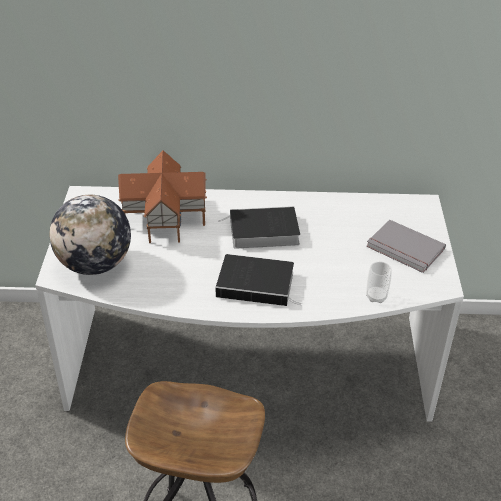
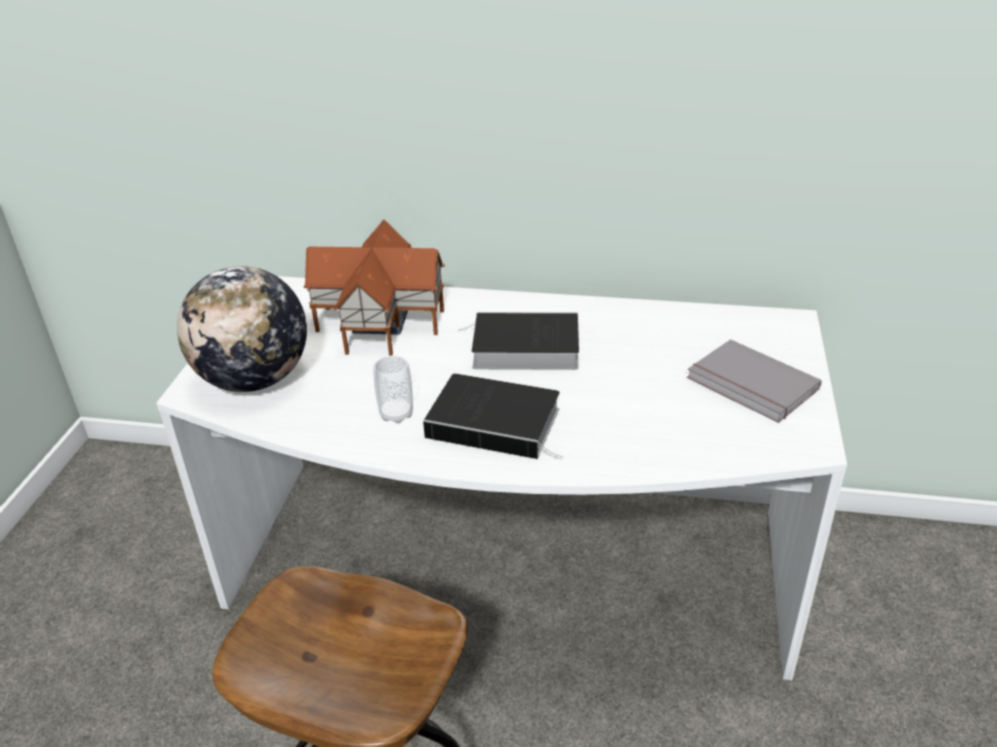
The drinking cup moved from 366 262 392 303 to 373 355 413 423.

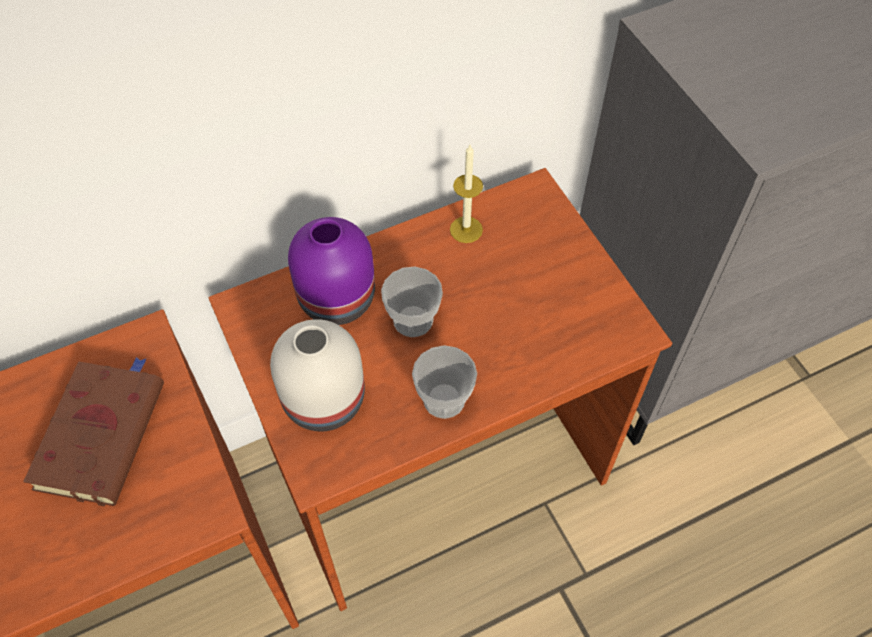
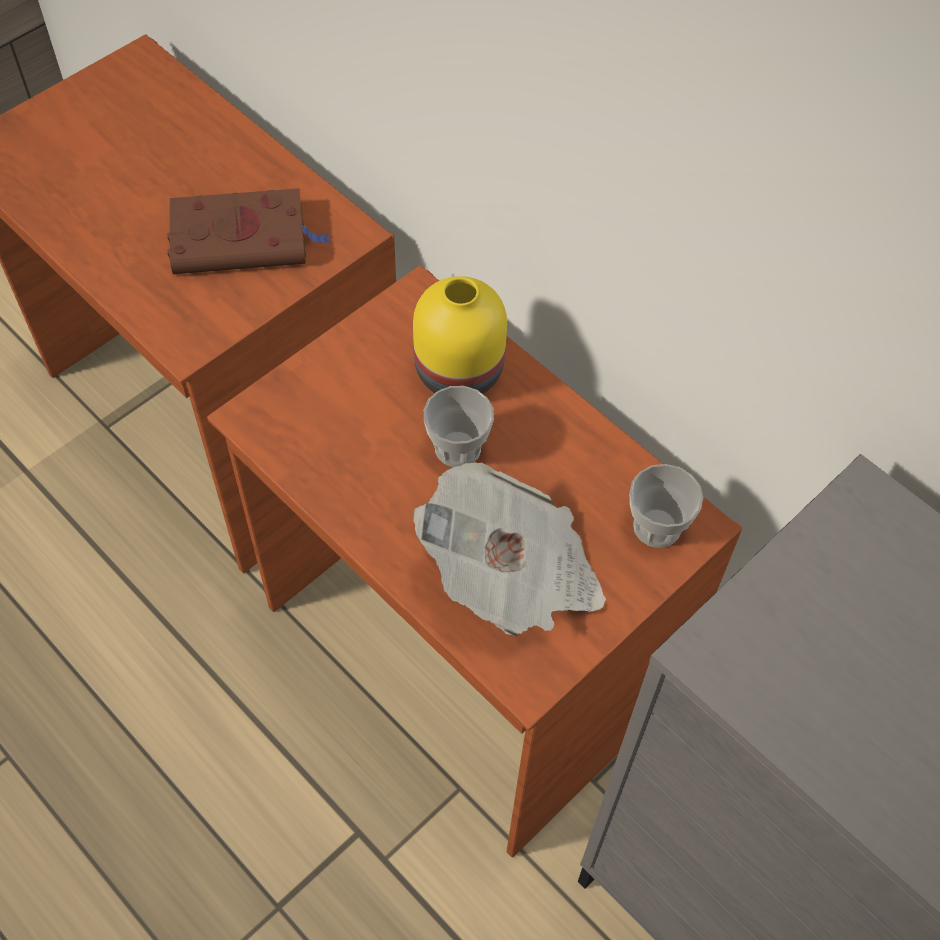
The purple decorative vase at 288 217 375 325 became the yellowish decorative vase at 413 276 507 394. The daily paper at 413 462 606 636 appeared. The drinking cup moved from 412 345 477 419 to 630 464 703 548. The white-coloured decorative vase at 270 319 365 431 disappeared. The wax candle at 450 145 483 243 disappeared.

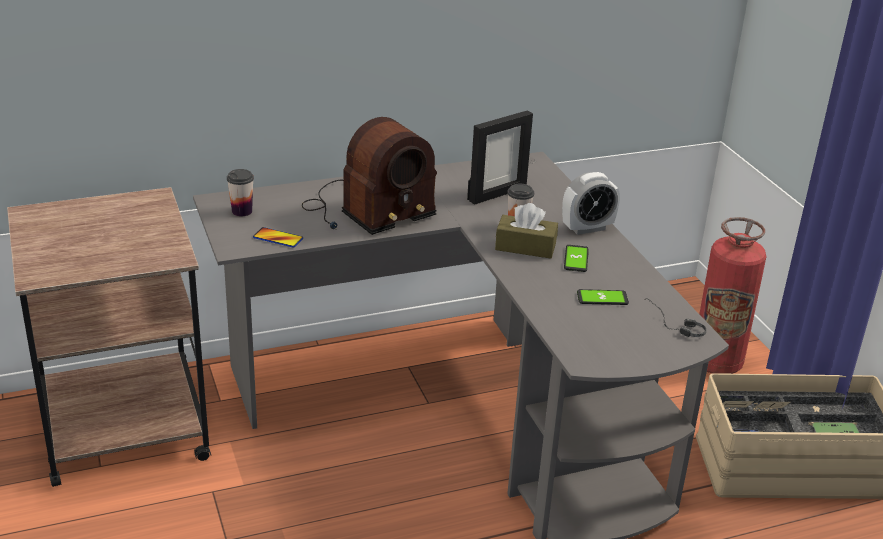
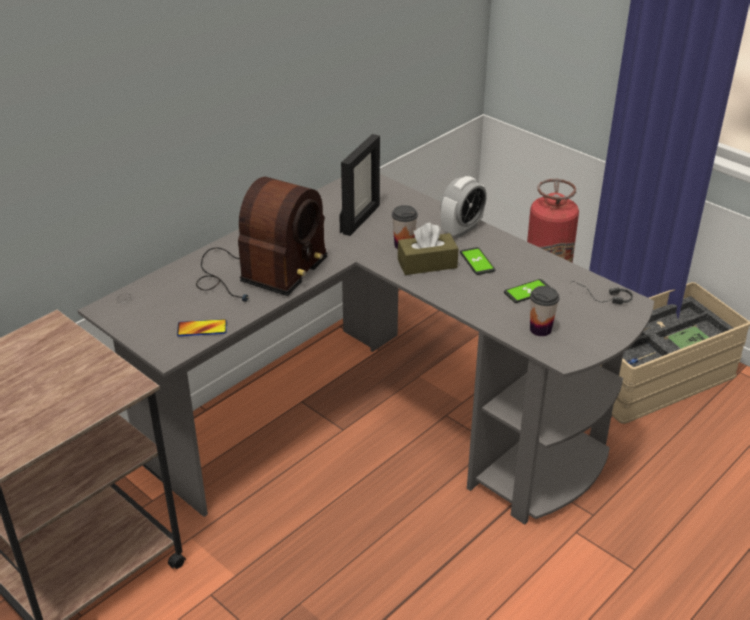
The drinking cup moved from 227 169 254 216 to 530 286 560 336.

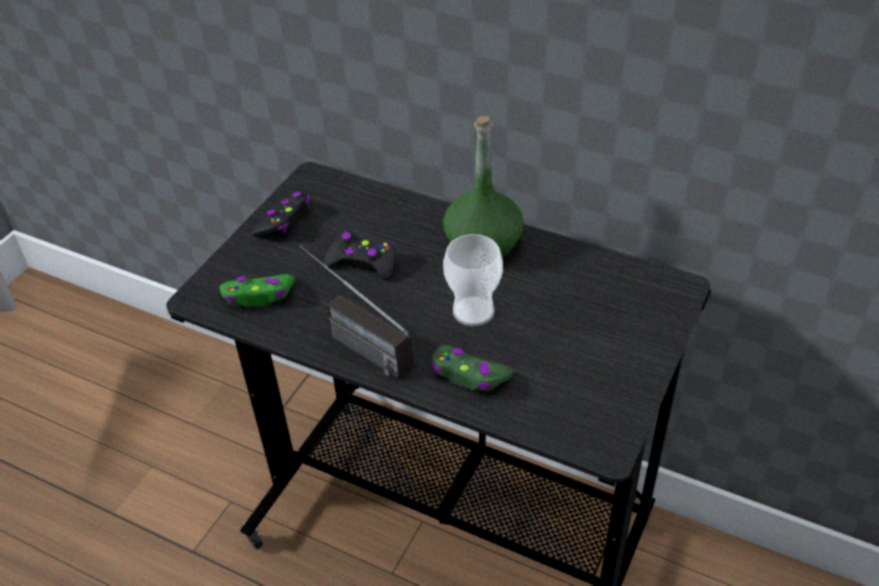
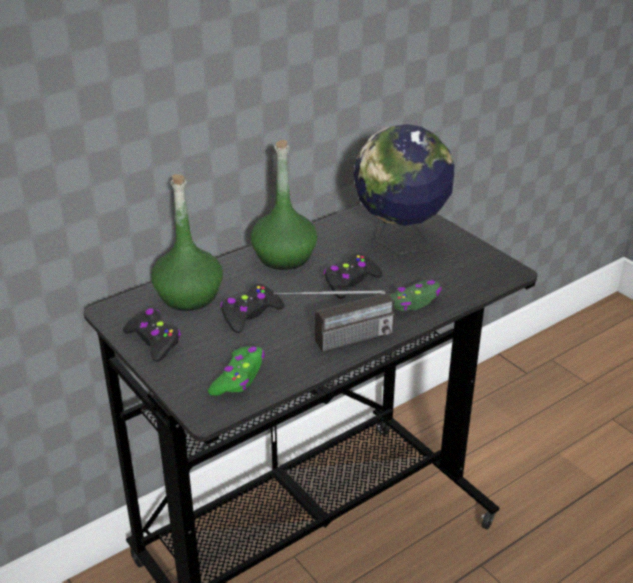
The green bottle at 151 174 223 311 appeared. The drinking cup at 443 234 503 326 was replaced by the black joypad at 324 253 383 299. The desk globe at 354 124 454 255 appeared.

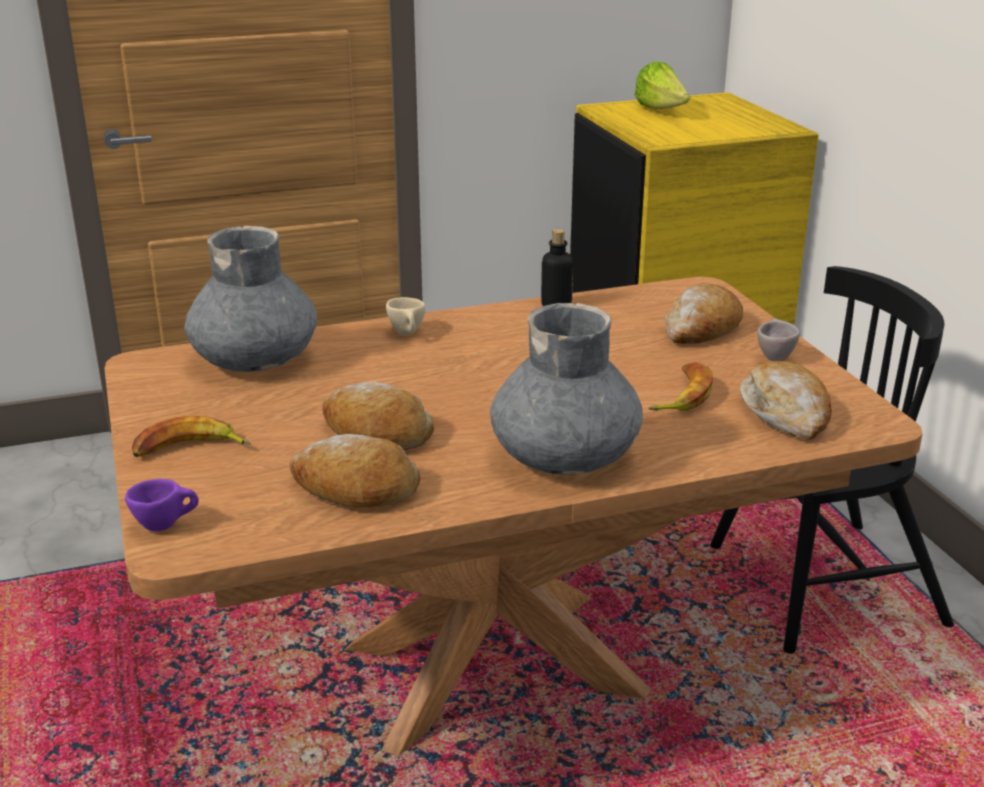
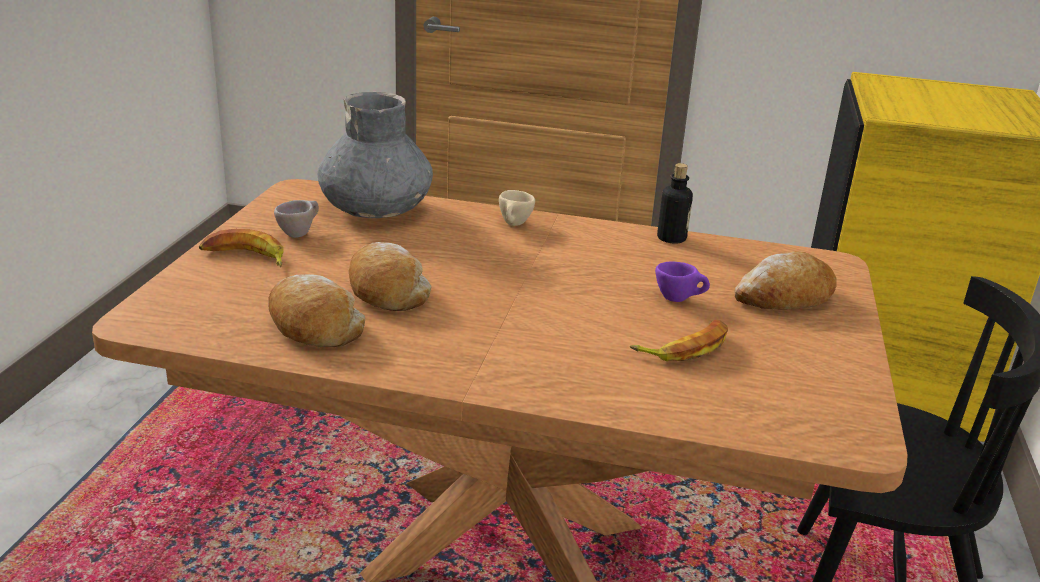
The sand-coloured drinking cup moved from 757 319 800 361 to 274 200 319 238. The purple drinking cup moved from 125 479 199 531 to 655 261 710 302. The grey decorative vase at 490 303 643 475 disappeared. The lettuce at 635 62 690 109 disappeared. The baked bread at 740 361 832 440 disappeared.

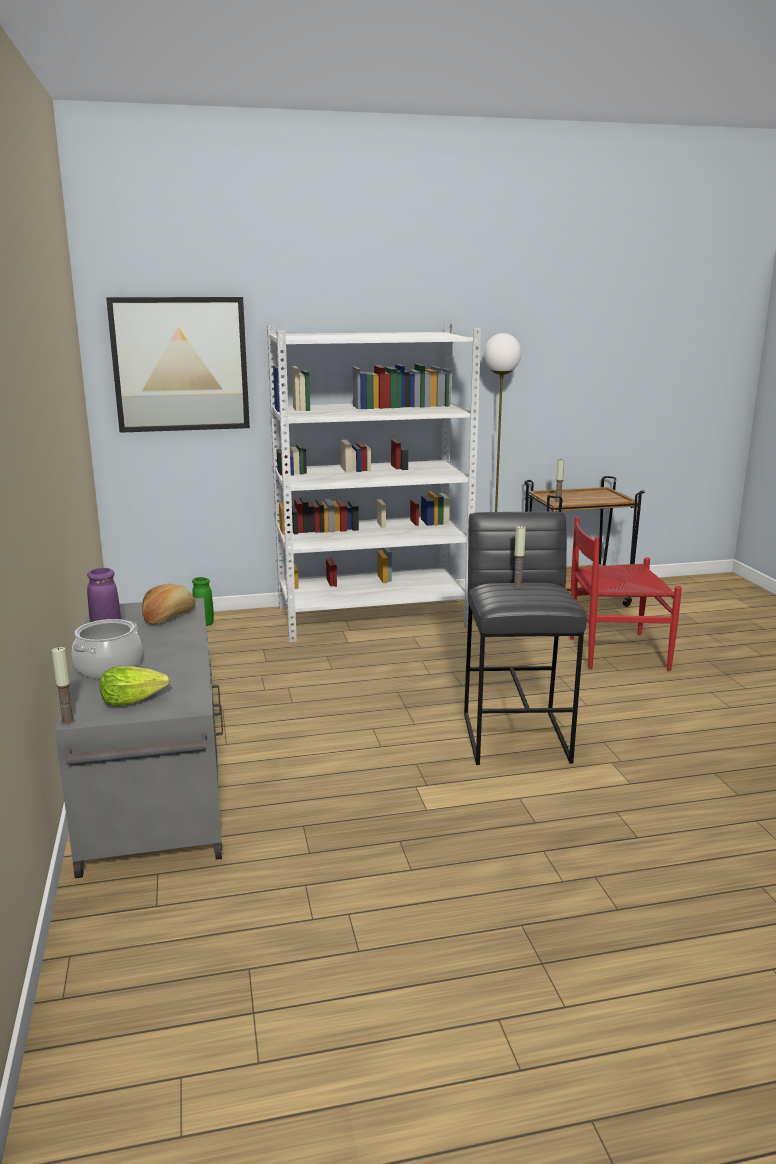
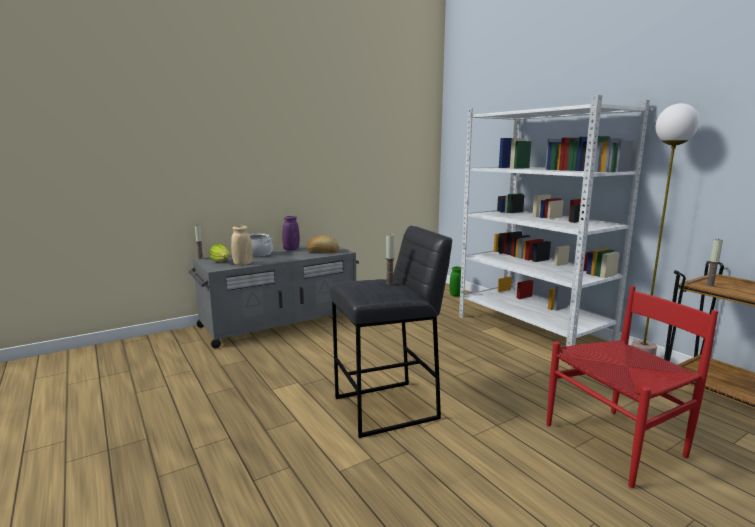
The sand-coloured decorative vase at 231 226 252 265 appeared. The reddish chair at 570 517 682 671 turned 90 degrees clockwise. The wall picture at 106 297 250 433 disappeared.

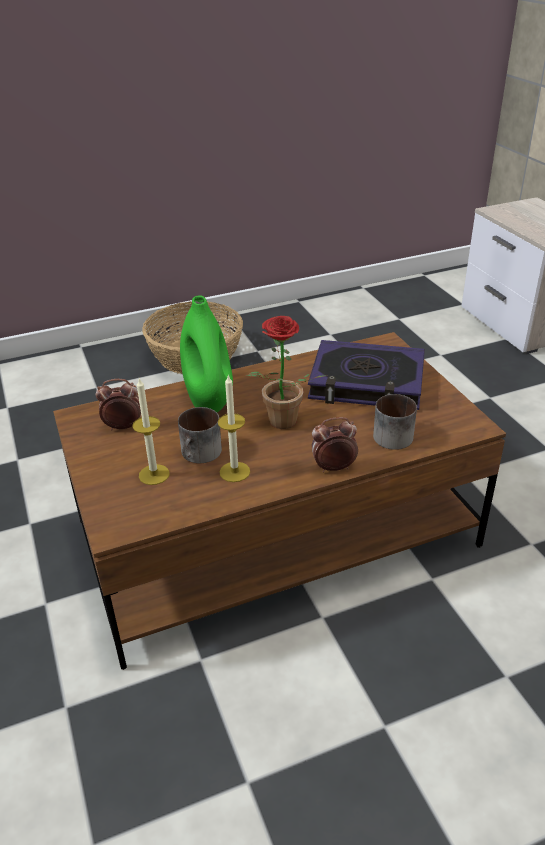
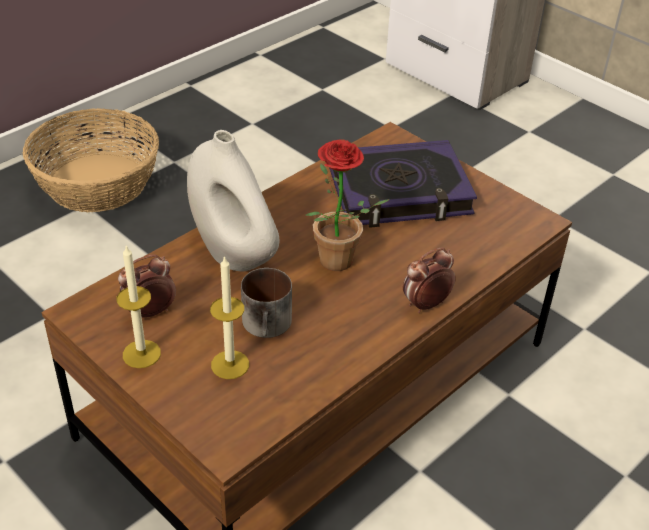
The wax candle moved from 218 374 250 482 to 117 245 161 368. The green decorative vase at 180 295 233 412 became the white-coloured decorative vase at 187 130 279 271. The mug at 373 394 417 450 disappeared.

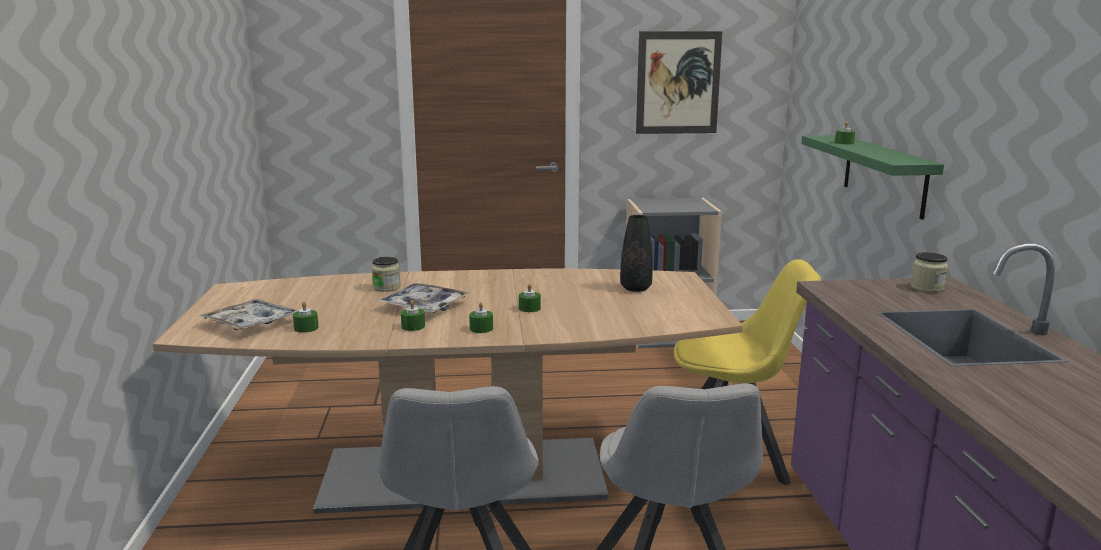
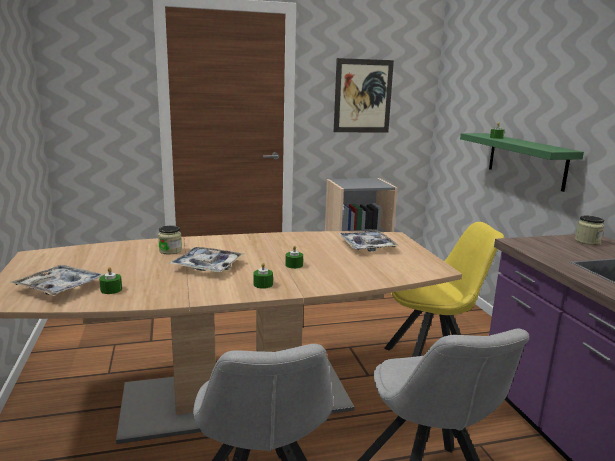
The black decorative vase at 620 215 653 292 was replaced by the carrying tray at 339 230 399 252. The green wax candle at 401 300 425 331 disappeared.

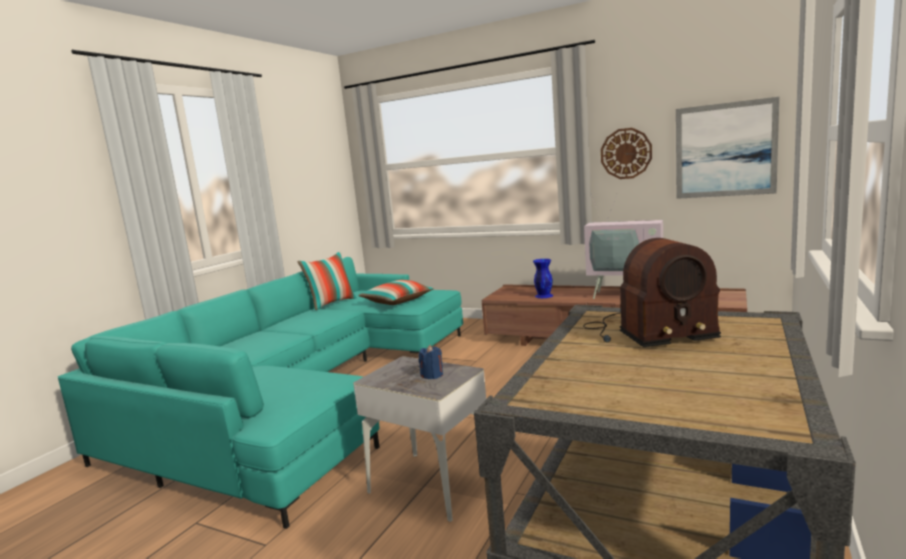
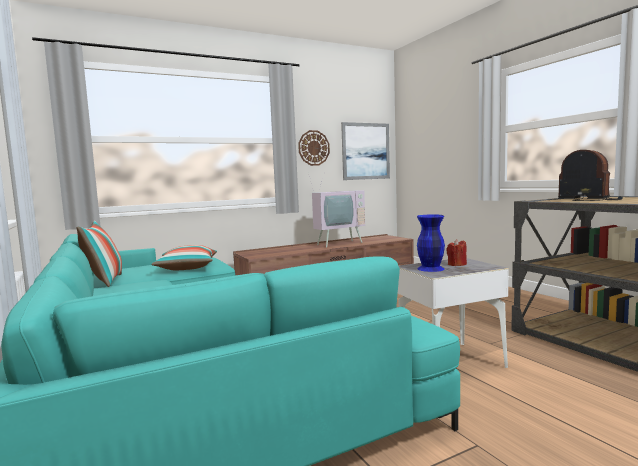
The bluish decorative vase moved from 533 259 553 298 to 417 214 445 272. The bluish wax candle at 418 345 443 379 became the reddish wax candle at 446 239 467 266. The radio at 583 238 721 347 turned 75 degrees counterclockwise.

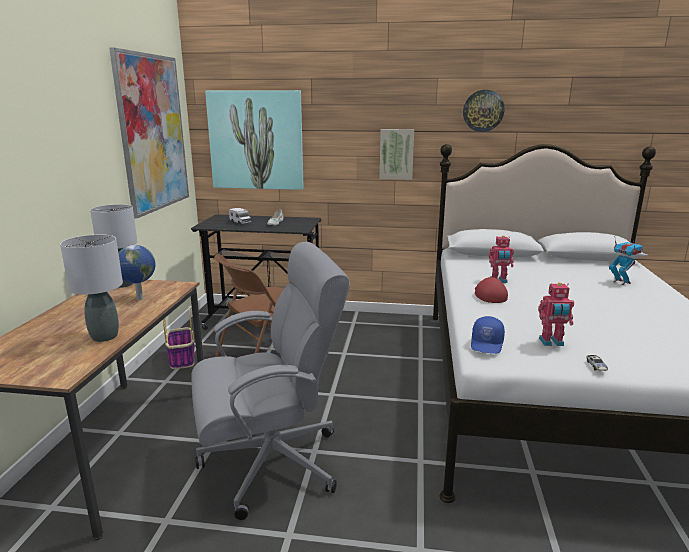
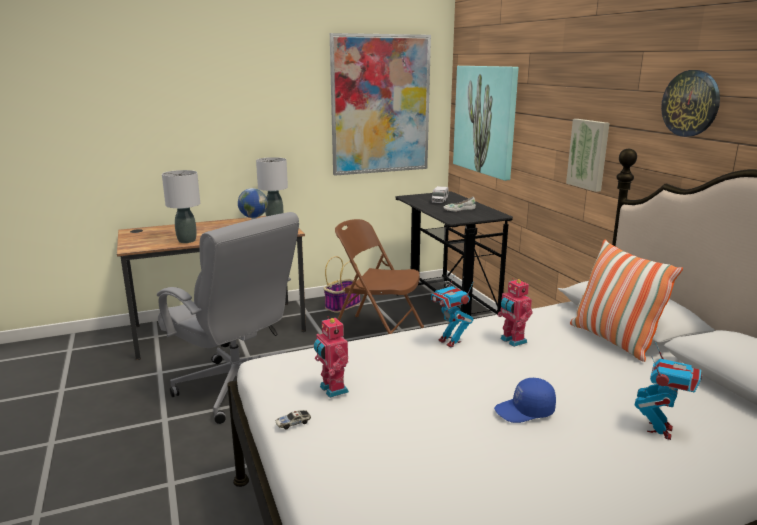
The reddish cap at 475 277 508 303 was replaced by the toy robot at 431 274 474 348. The bluish cap moved from 471 316 505 354 to 494 378 556 423. The pillow at 570 239 683 362 appeared.

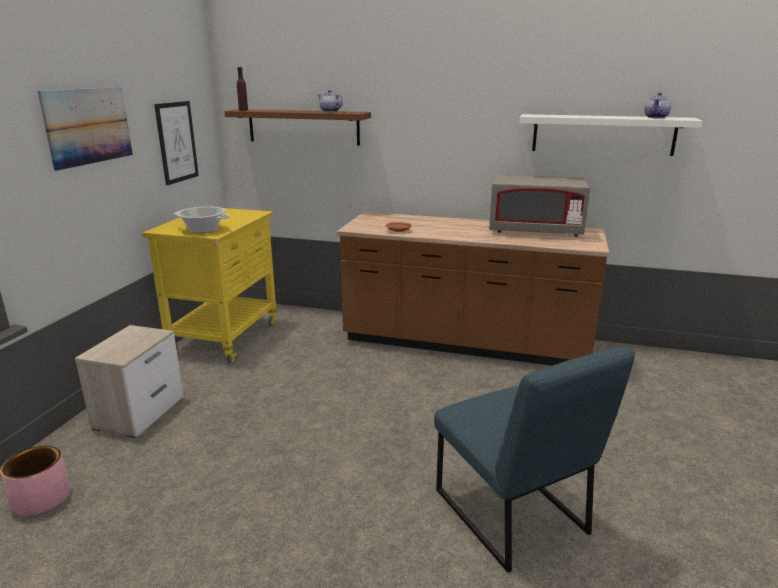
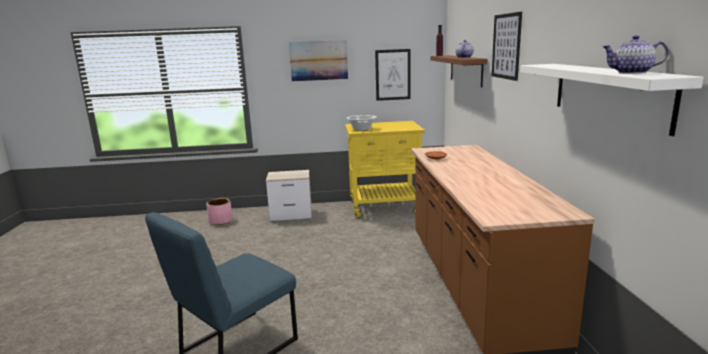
The wall picture at 492 12 522 81 appeared. The grey microwave at 489 175 590 237 disappeared.

